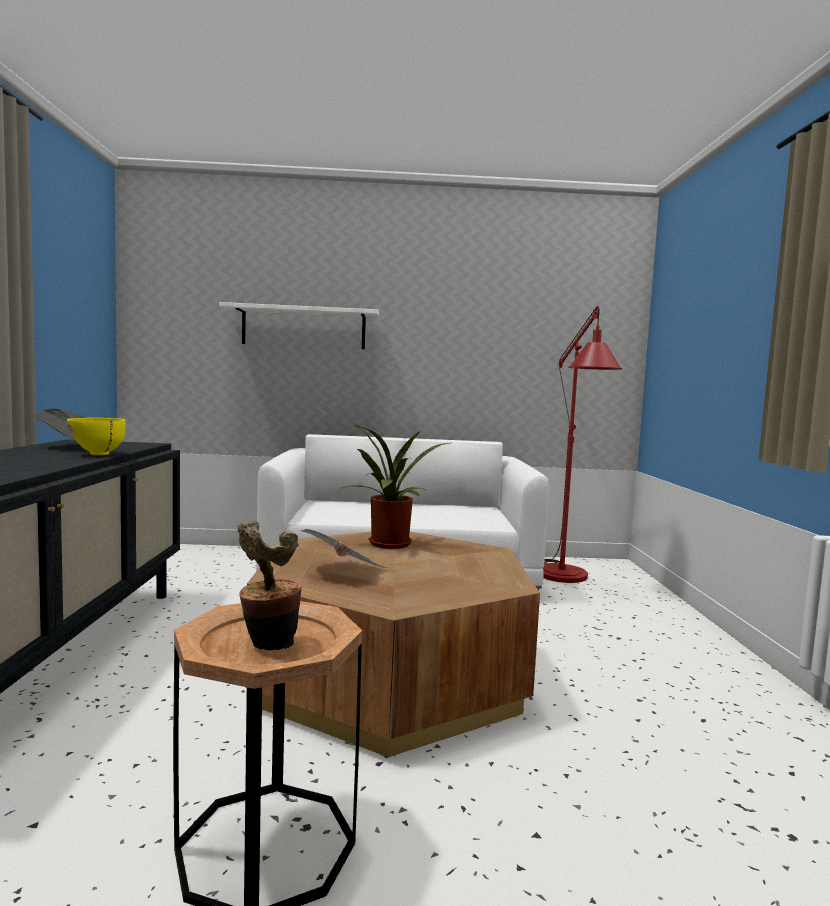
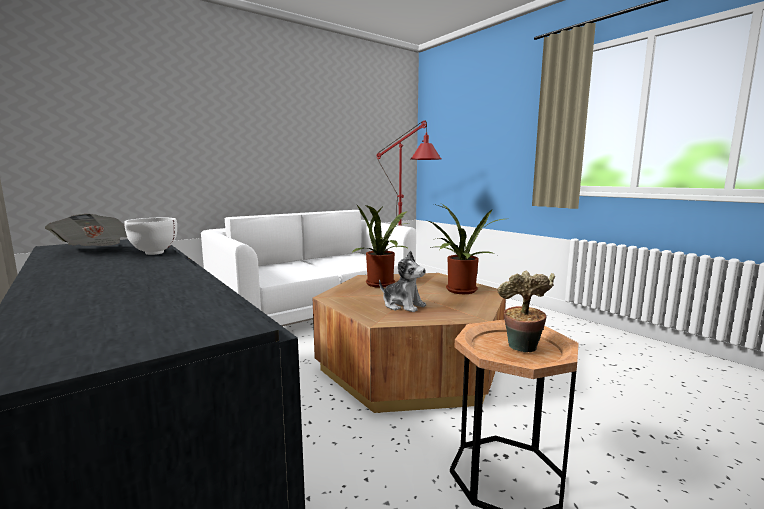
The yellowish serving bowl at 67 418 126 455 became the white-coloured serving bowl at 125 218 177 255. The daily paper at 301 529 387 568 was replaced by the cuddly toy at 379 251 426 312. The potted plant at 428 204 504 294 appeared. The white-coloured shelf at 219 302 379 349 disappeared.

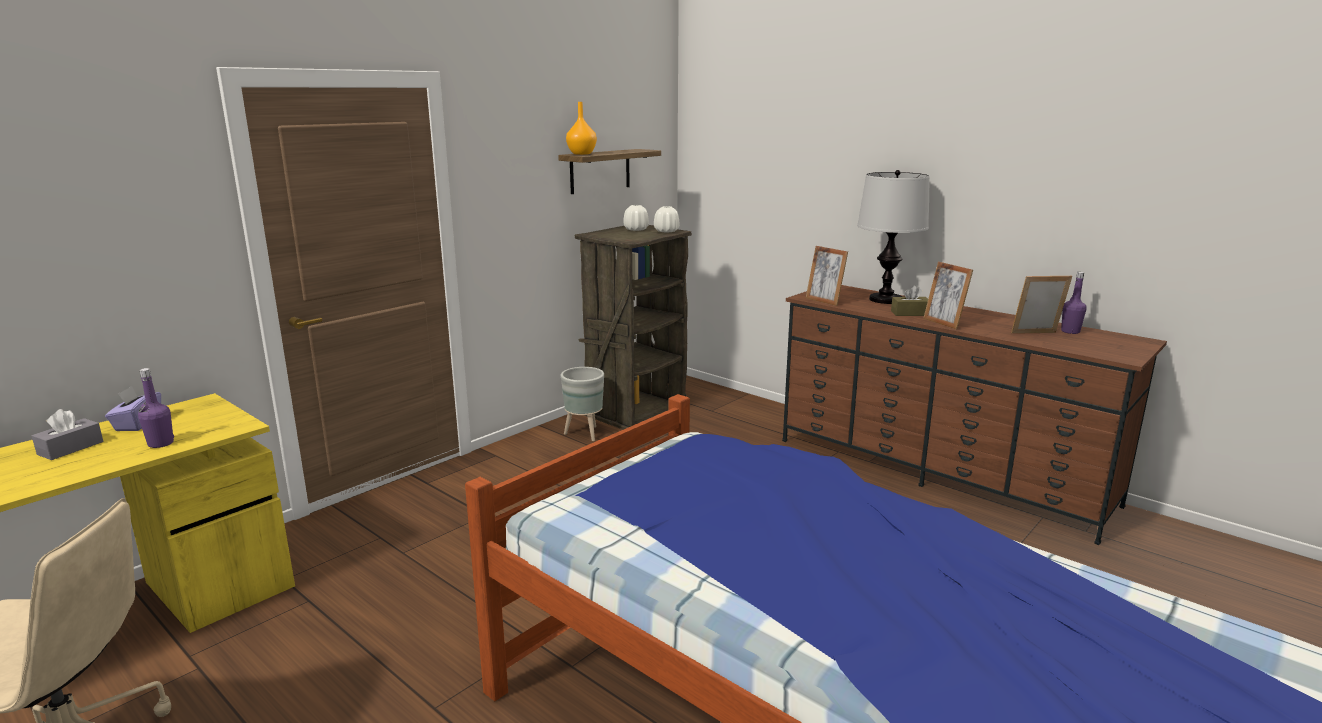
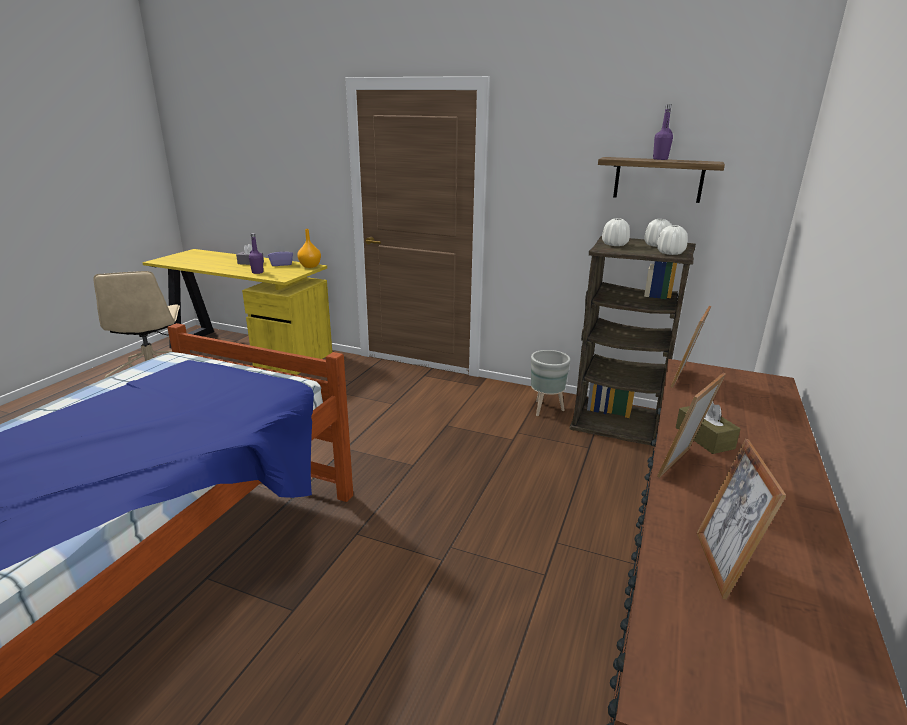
The orangey decorative vase moved from 566 102 597 155 to 297 229 321 268. The white-coloured decorative vase at 602 218 630 246 appeared. The purple bottle moved from 1061 272 1087 334 to 653 104 673 160. The photo frame at 1011 276 1072 334 turned 150 degrees counterclockwise. The tabletop lamp at 857 170 930 304 disappeared.

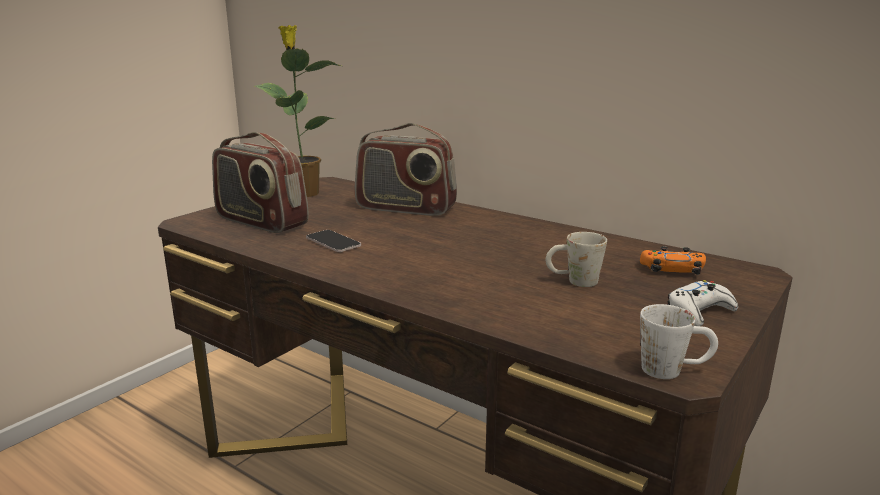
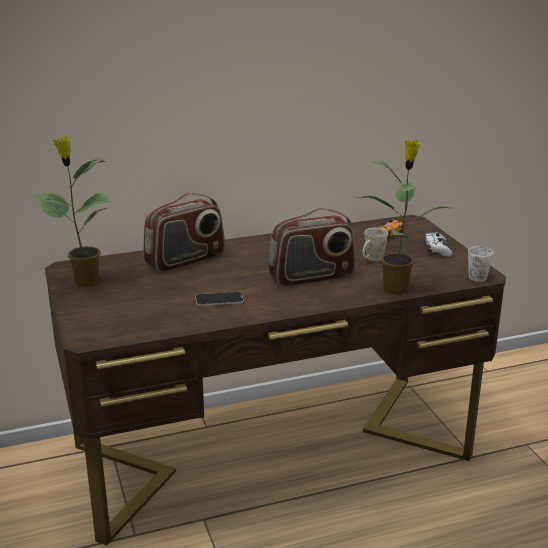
The radio moved from 212 132 309 233 to 268 208 356 287. The potted plant at 355 140 451 295 appeared.

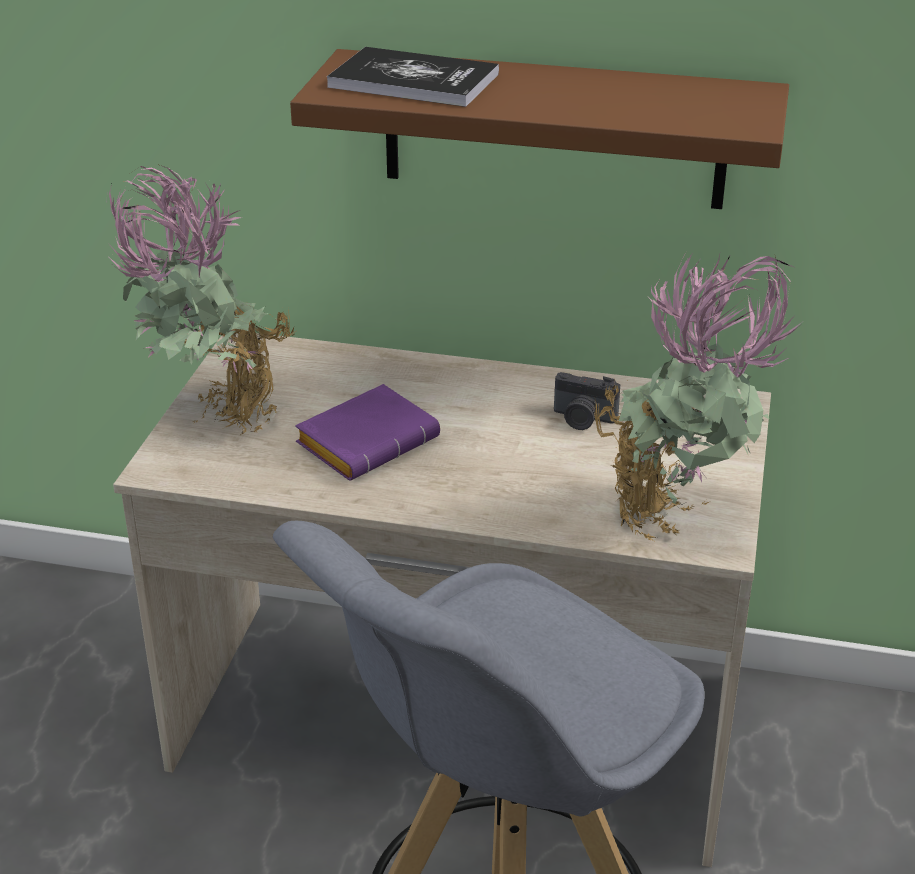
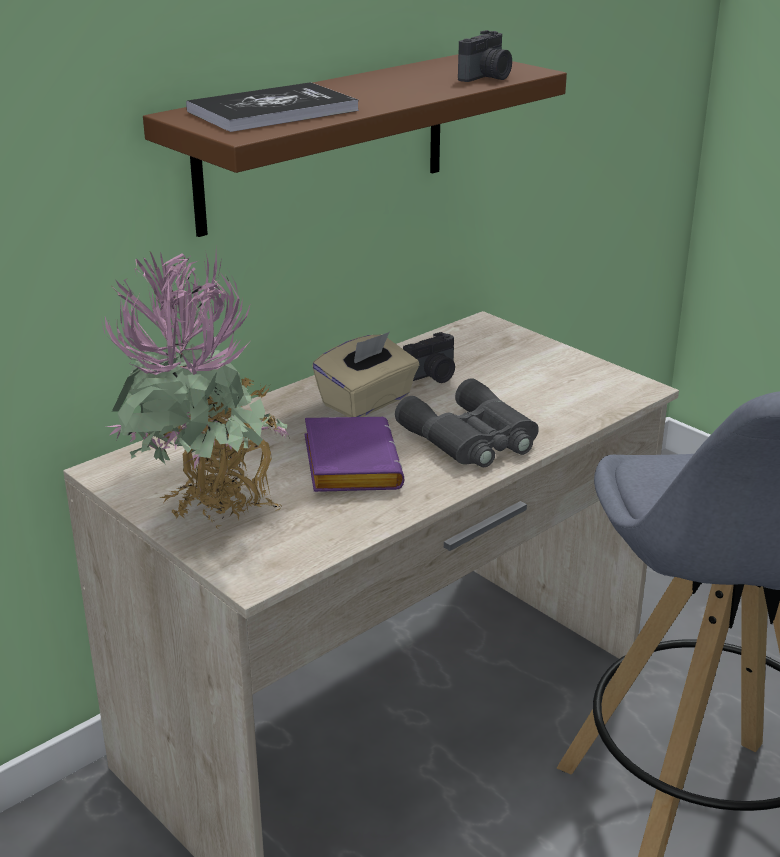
The sand-coloured tissue box at 312 332 419 417 appeared. The grey pair of binoculars at 395 378 539 467 appeared. The photo camera at 458 30 512 82 appeared. The potted plant at 594 248 802 541 disappeared.

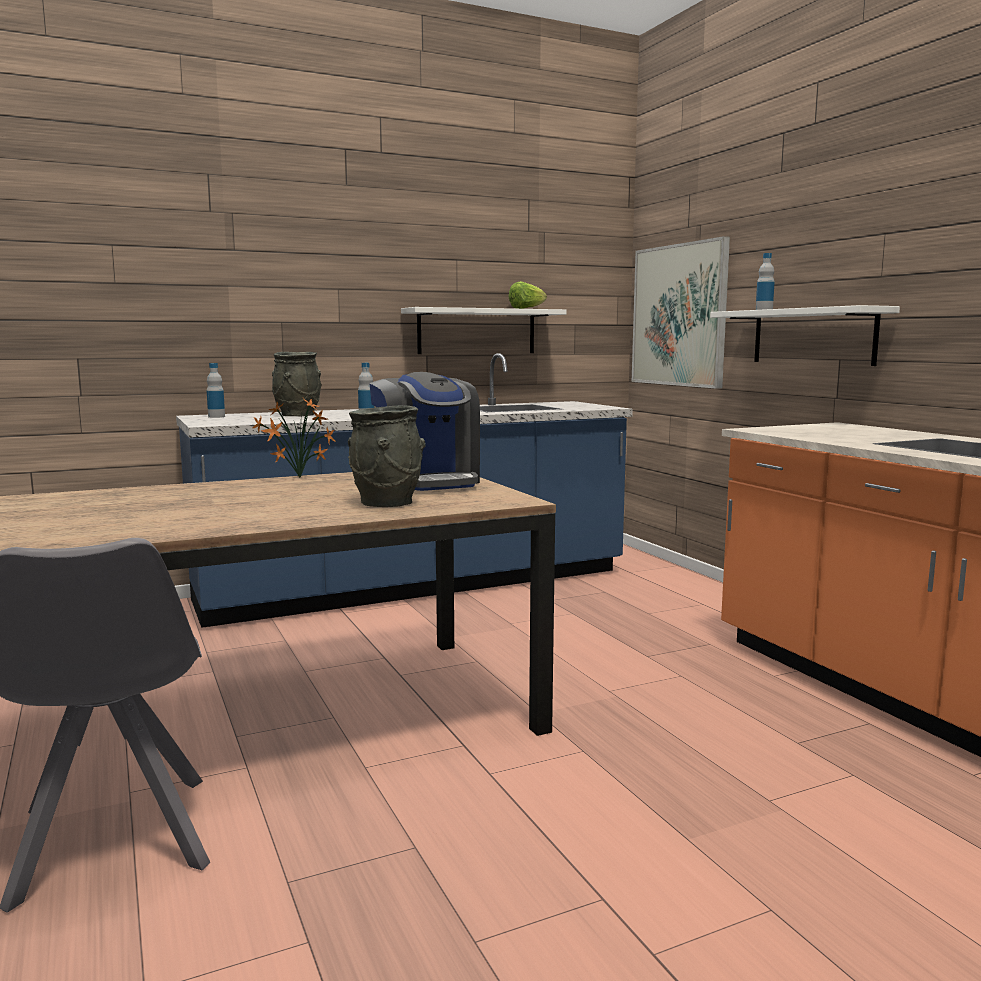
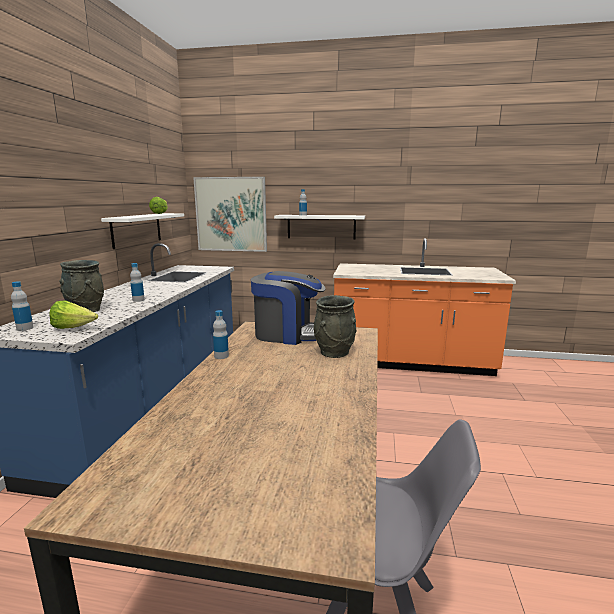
The lettuce at 49 300 98 329 appeared. The potted plant at 252 398 336 478 was replaced by the bottle at 213 310 229 359.

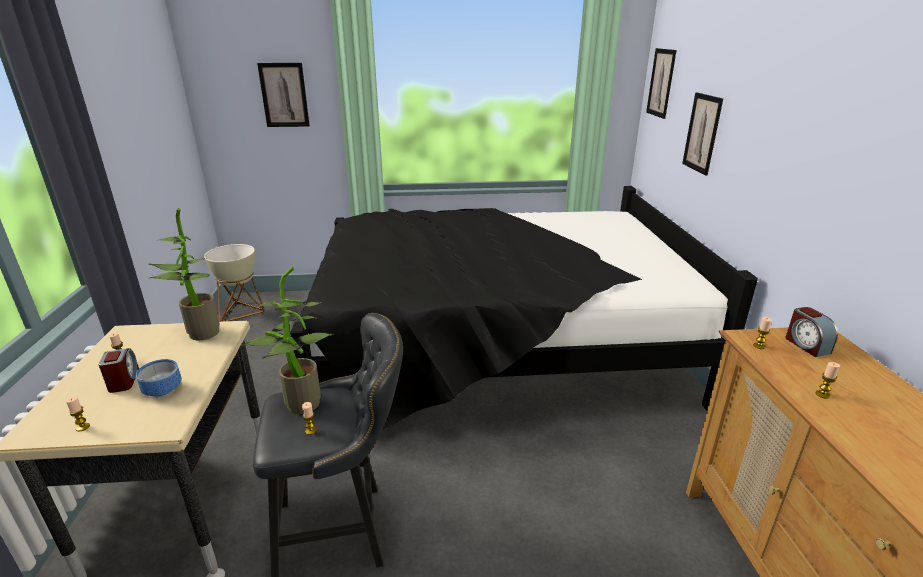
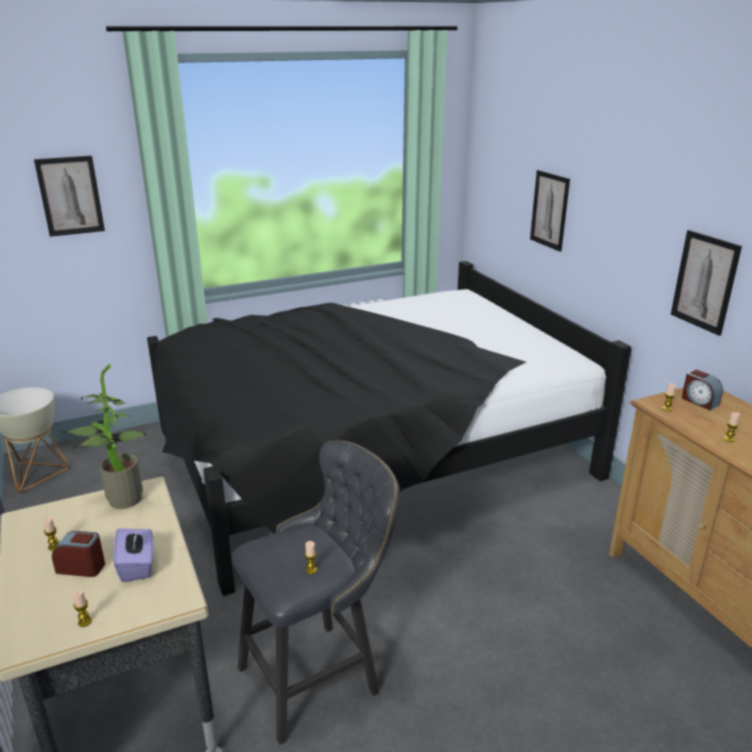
The table clock at 98 348 139 393 turned 45 degrees counterclockwise. The serving bowl at 136 359 182 397 was replaced by the purple tissue box at 114 527 153 582. The wall picture moved from 646 48 677 119 to 671 230 742 336. The potted plant at 241 266 335 414 disappeared.

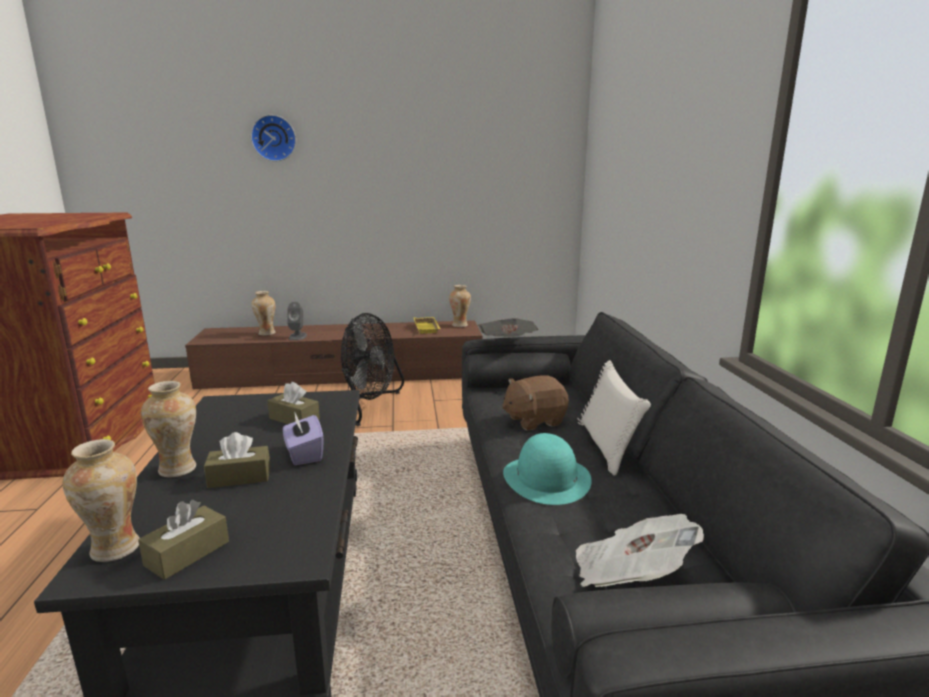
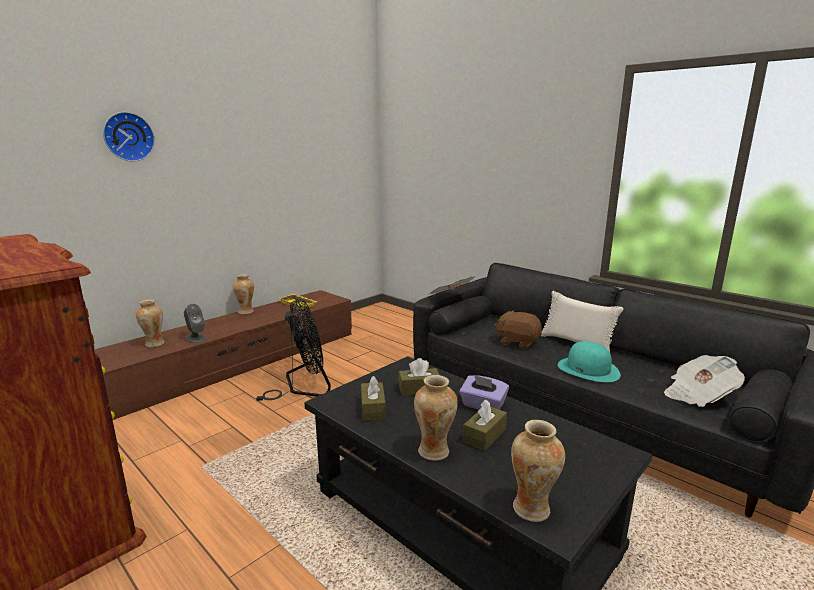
The decorative vase moved from 449 285 471 327 to 233 274 254 314. The brown tissue box moved from 138 500 229 580 to 361 376 386 421. The brown cuddly toy at 502 375 569 430 turned 90 degrees clockwise.

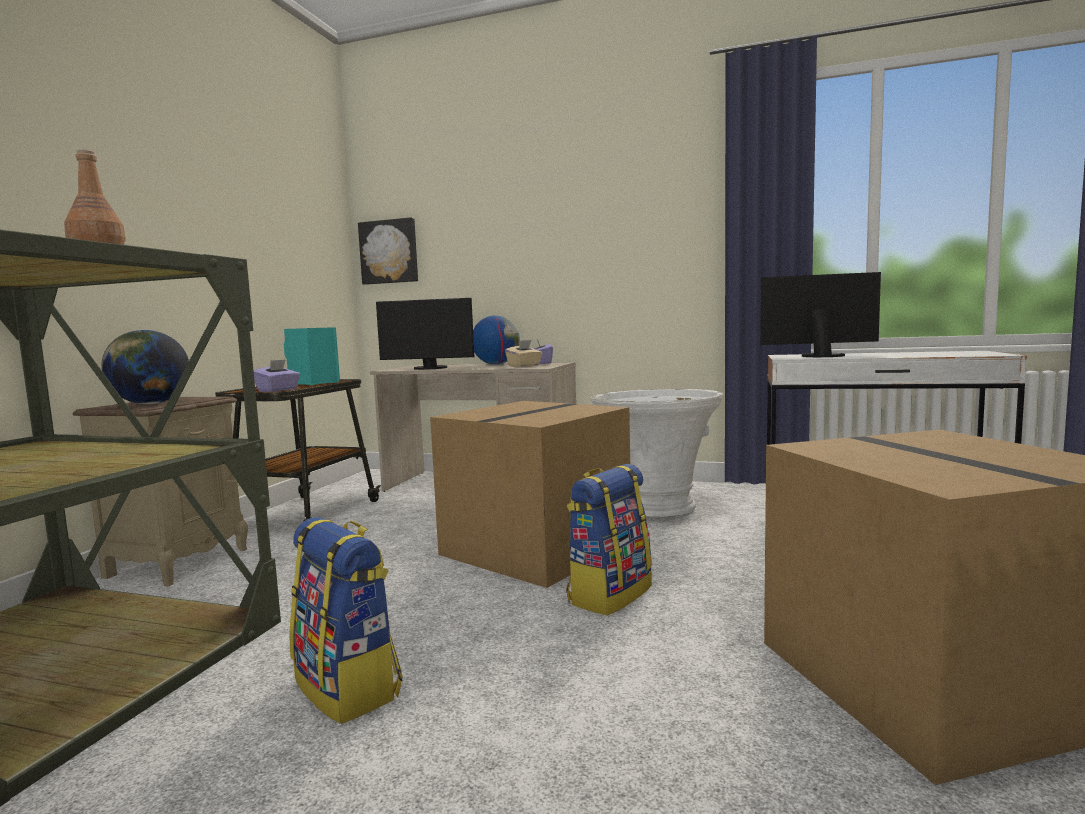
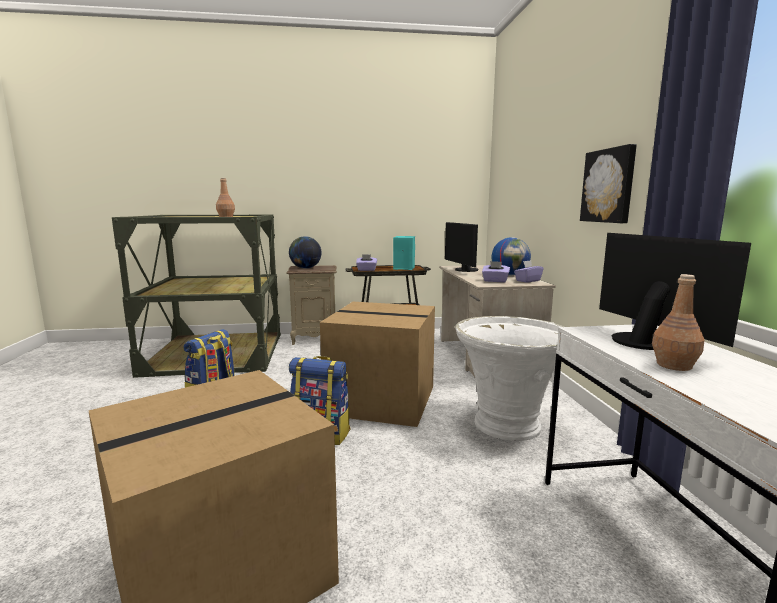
The sand-coloured tissue box at 505 340 542 367 became the purple tissue box at 482 261 510 282. The wall picture moved from 358 217 418 285 to 580 144 637 223. The brown bottle at 652 274 705 371 appeared.

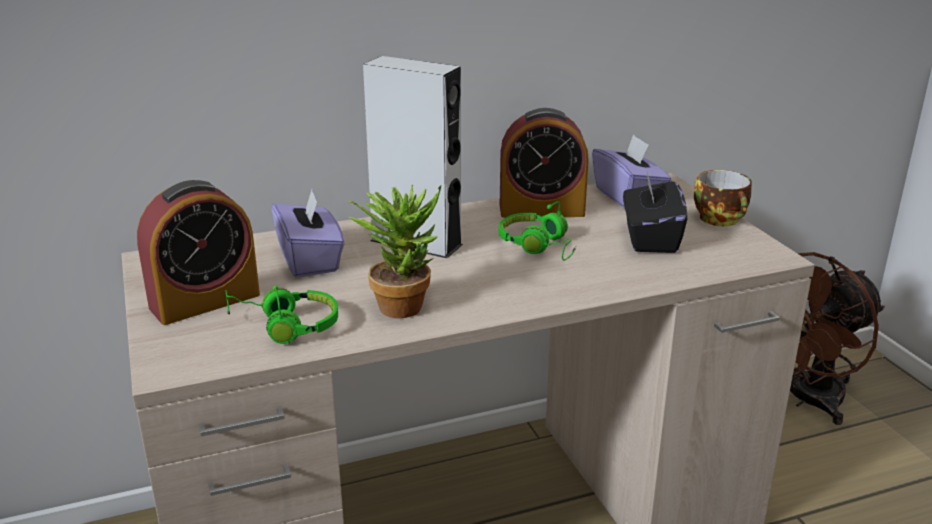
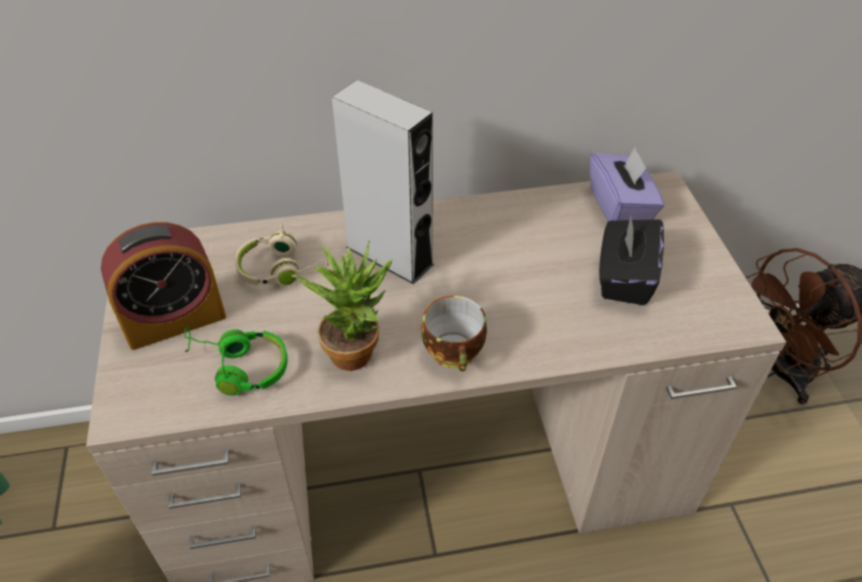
The purple tissue box at 271 189 345 278 was replaced by the sand-coloured headphones at 235 223 328 286. The drinking cup moved from 694 170 752 226 to 421 296 487 372. The green headphones at 499 201 576 261 disappeared. The table clock at 500 108 589 218 disappeared.

